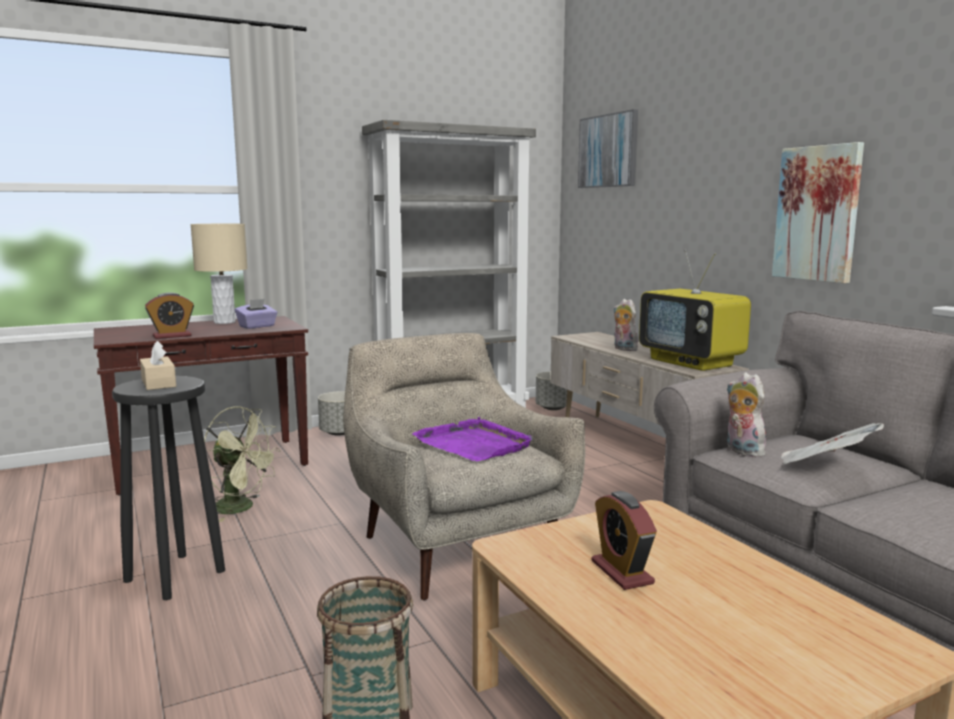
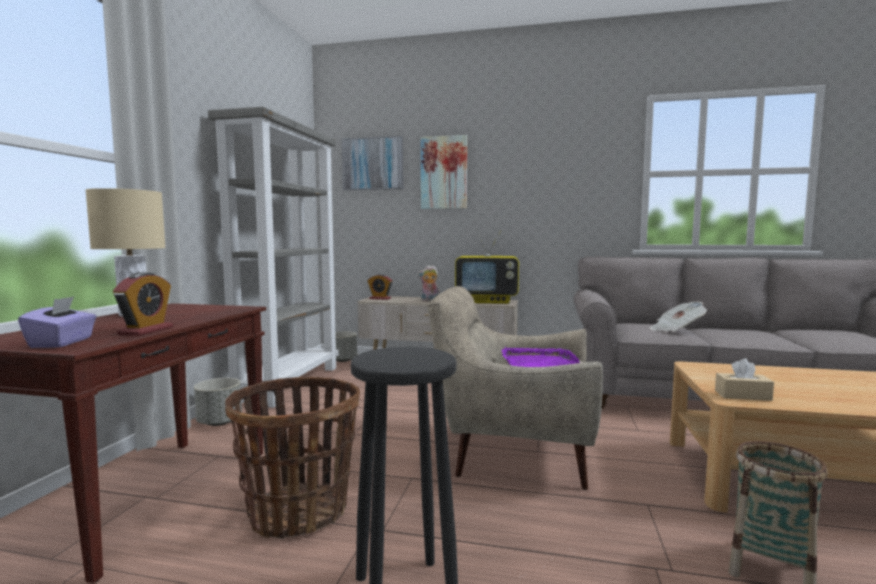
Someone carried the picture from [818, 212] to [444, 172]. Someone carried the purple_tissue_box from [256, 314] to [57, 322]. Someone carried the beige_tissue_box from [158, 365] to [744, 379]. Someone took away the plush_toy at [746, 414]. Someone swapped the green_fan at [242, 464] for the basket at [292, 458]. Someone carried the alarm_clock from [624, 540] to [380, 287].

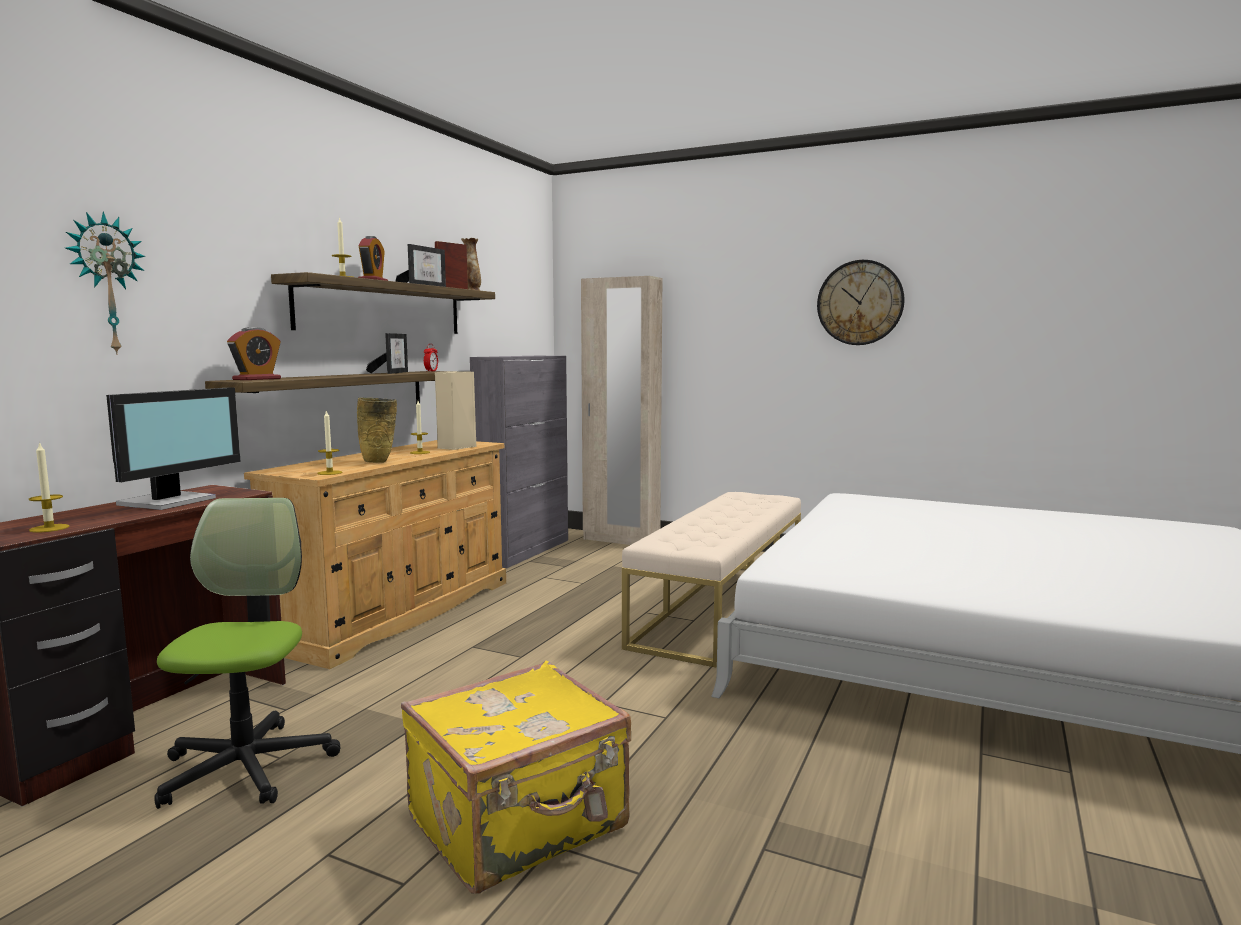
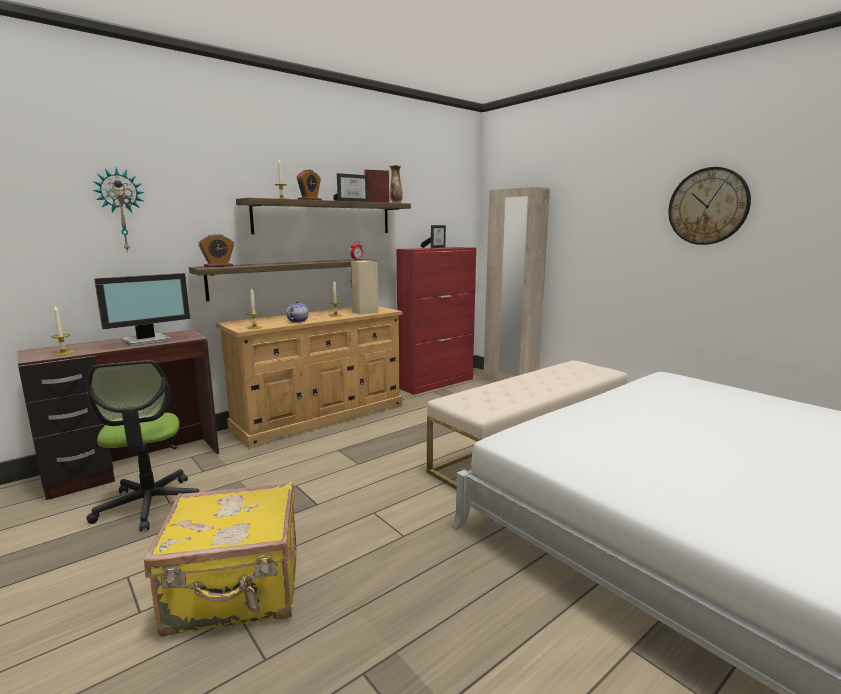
Someone carried the picture_frame from [387, 353] to [433, 236]. Someone repainted the grey_cabinet at [519, 462], which became the red_cabinet at [436, 321]. Someone swapped the beige_vase at [377, 430] for the teapot at [297, 312]. Someone rotated the office_chair at [247, 653] by 135 degrees clockwise.

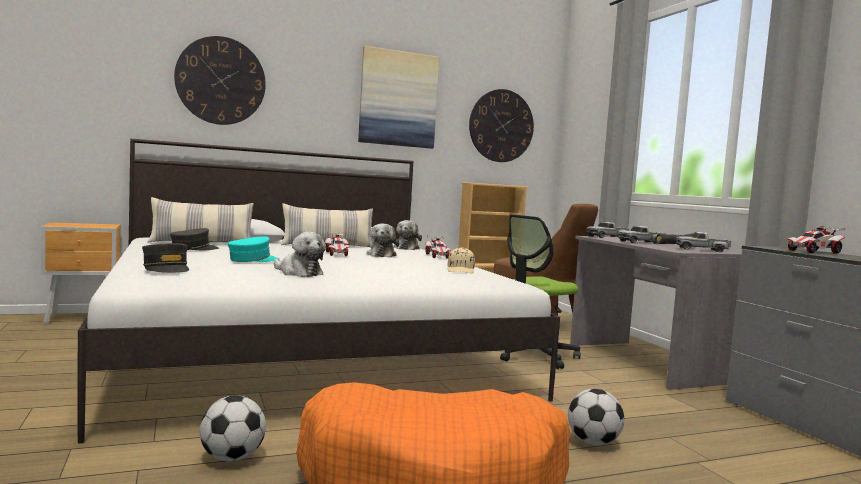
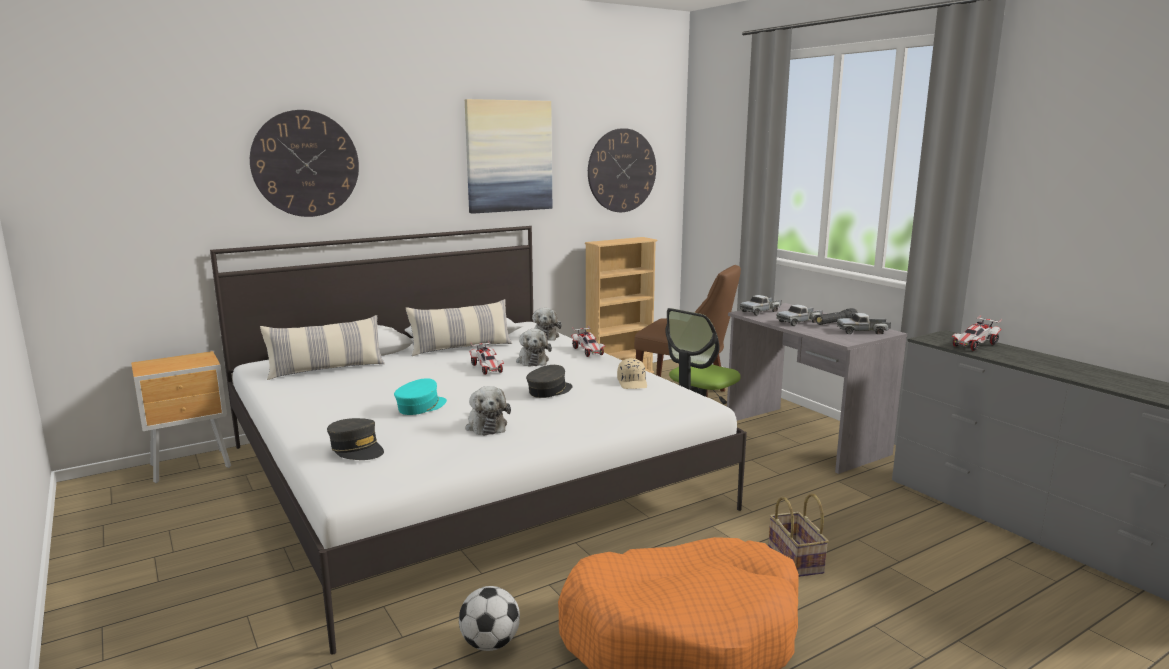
Someone carried the grey_cap from [194, 239] to [549, 381]. Someone rotated the plush_toy at [300, 254] by 45 degrees clockwise. Someone swapped the football at [596, 417] for the basket at [798, 535].

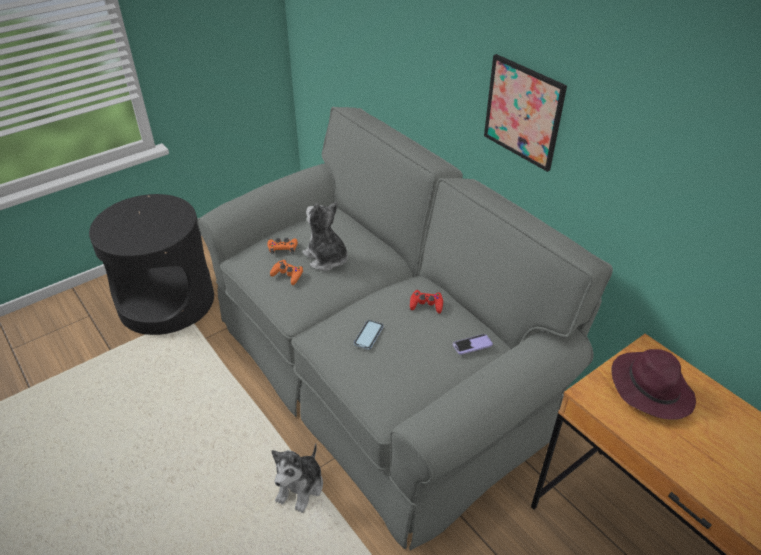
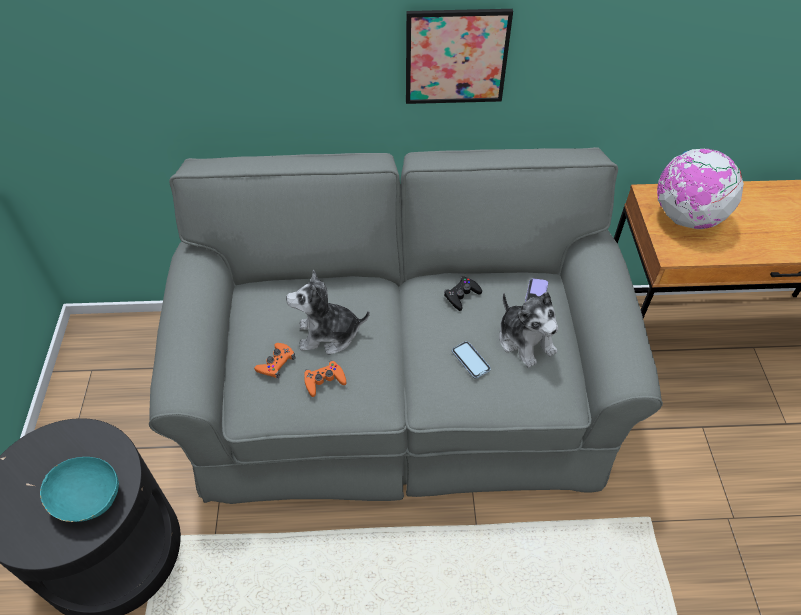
Someone repainted the red_game_controller at [426, 301], which became the black_game_controller at [463, 294]. Someone swapped the purple_hat at [653, 384] for the globe at [700, 189]. Someone carried the plush_toy from [297, 478] to [528, 330]. Someone put down the turquoise_bowl at [79, 489].

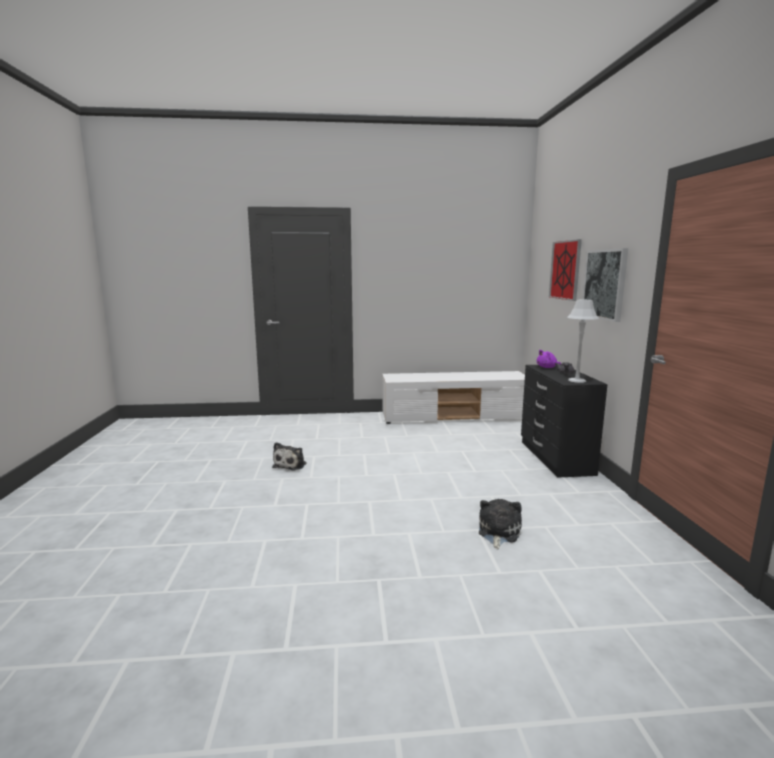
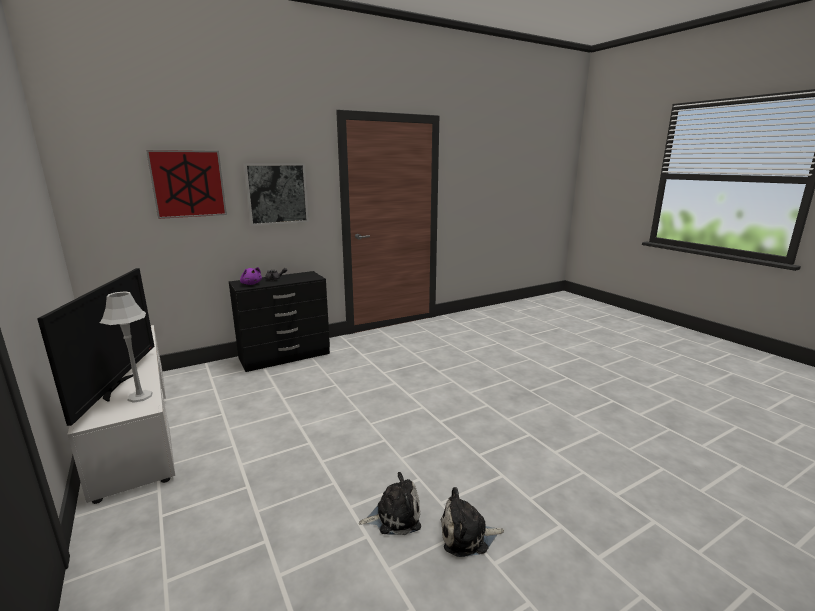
Someone carried the grey_table_lamp from [583, 341] to [126, 347]. Someone carried the plush_toy from [500, 524] to [472, 522]. Someone put down the television at [95, 347].

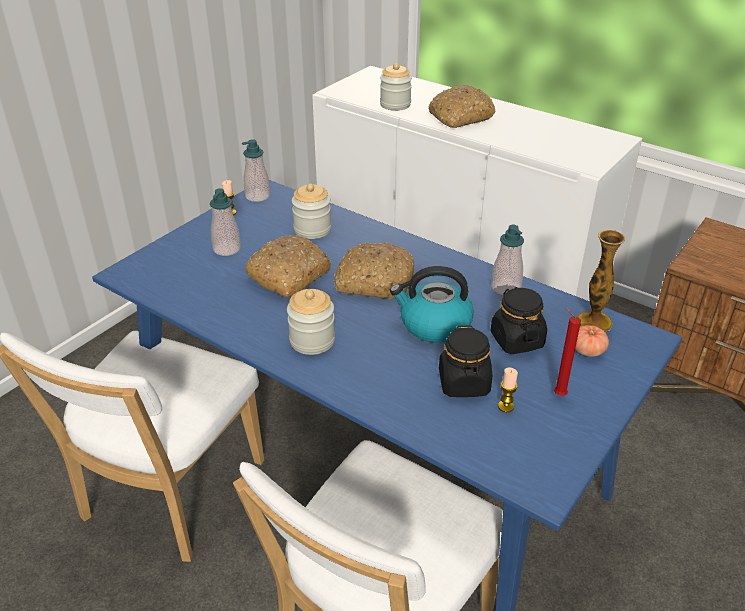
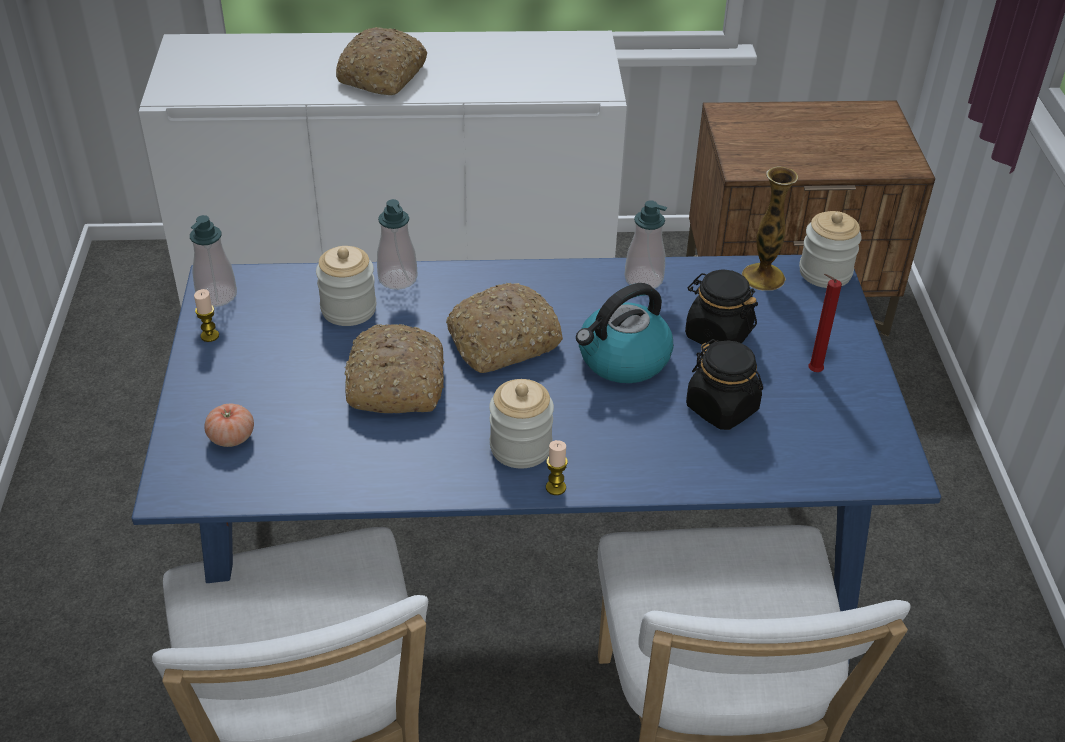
Someone carried the jar from [396, 87] to [830, 249]. Someone carried the soap_dispenser from [225, 222] to [397, 244]. Someone carried the tomato from [592, 341] to [229, 425]. Someone carried the candle from [508, 390] to [557, 467].

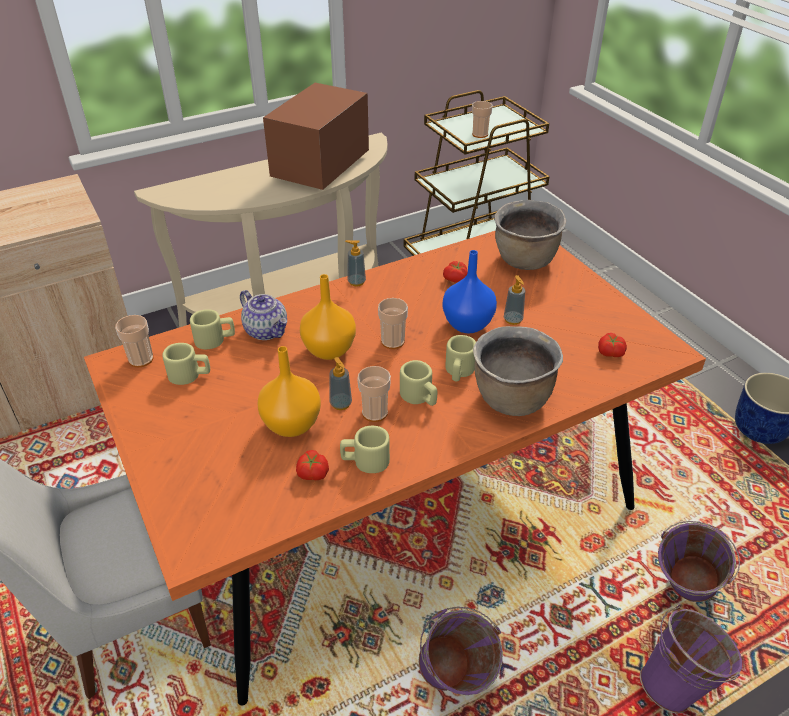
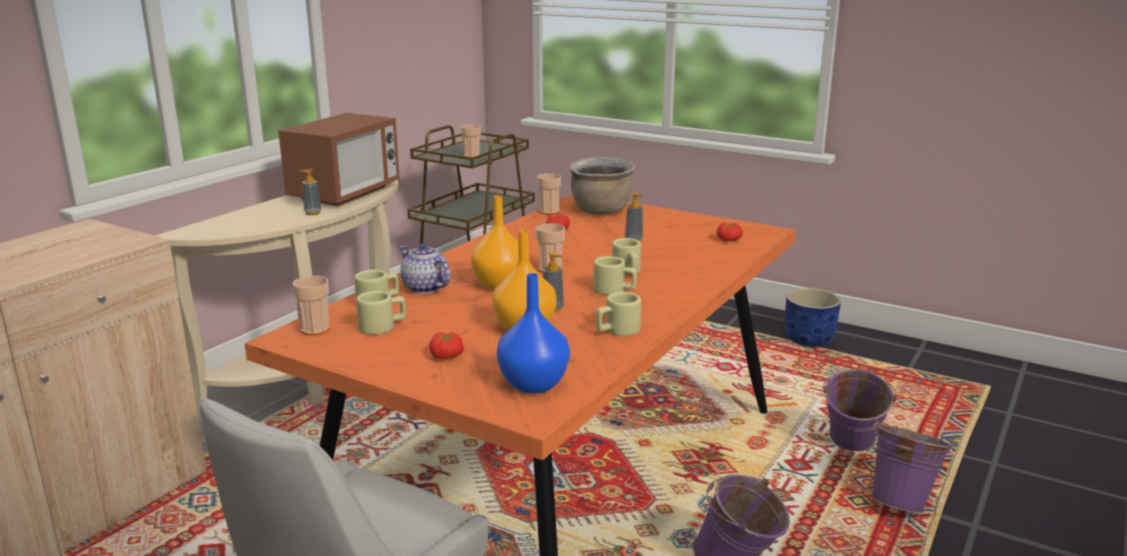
Someone rotated the microwave at [316, 136] by 150 degrees counterclockwise. Someone carried the soap_dispenser from [355, 263] to [310, 192]. Someone carried the blue_vase from [470, 291] to [533, 333]. Someone rotated the teapot at [263, 315] by 150 degrees counterclockwise. Someone took away the brown_cooking_pot at [518, 371]. Someone carried the cup from [374, 394] to [549, 194]. Someone carried the tomato from [312, 465] to [446, 346].

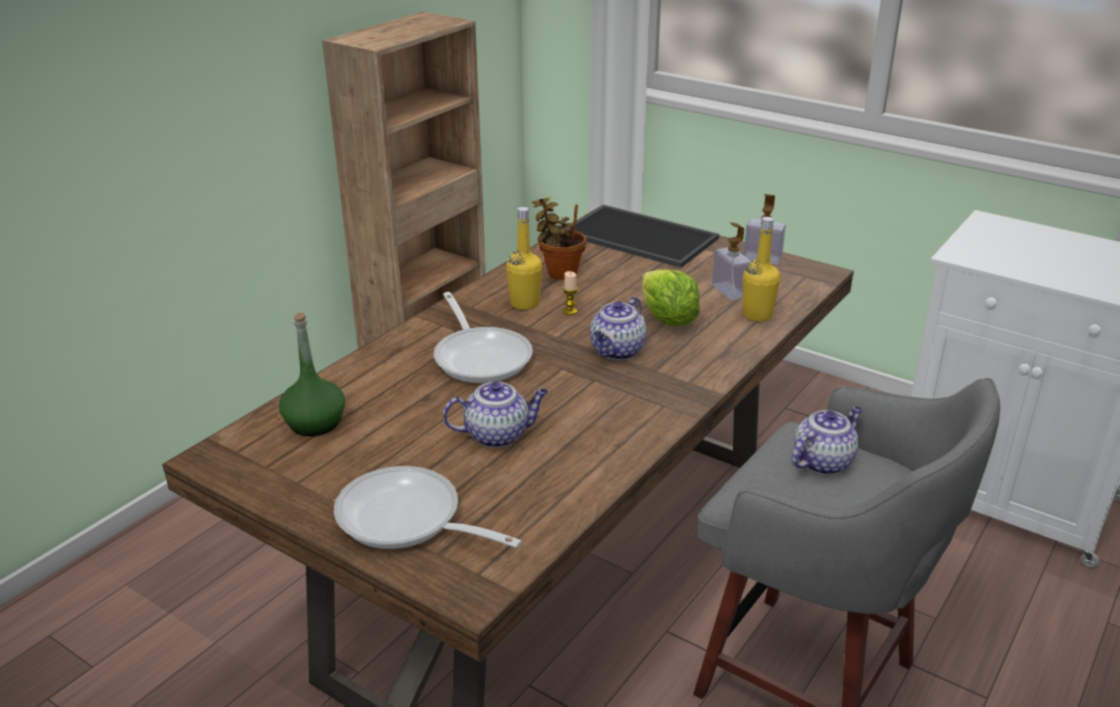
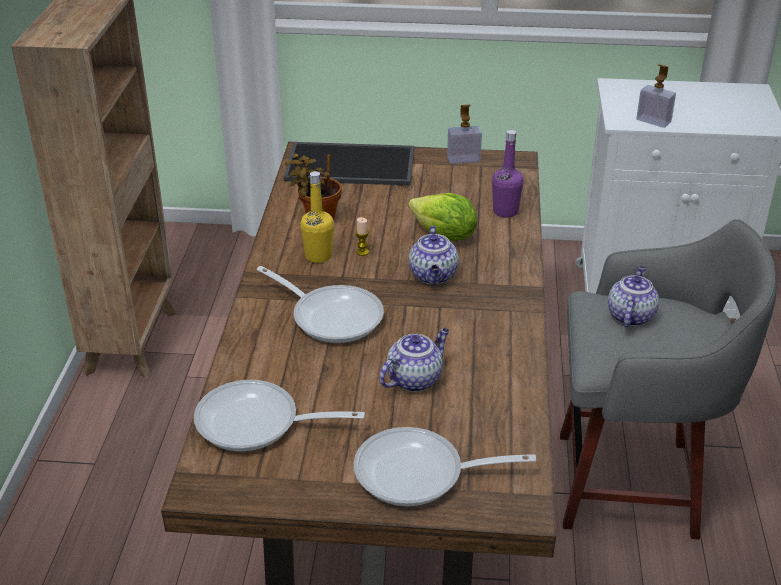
Someone repainted the yellow_bottle at [761, 269], which became the purple_bottle at [508, 174]. Someone carried the soap_dispenser from [731, 261] to [656, 96]. Someone swapped the green_bottle at [312, 374] for the frying_pan at [279, 416].

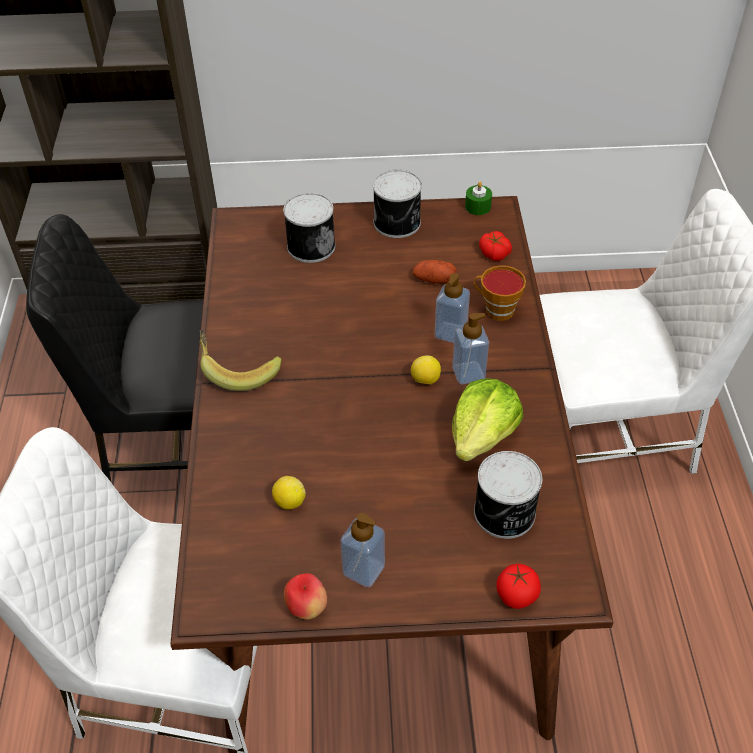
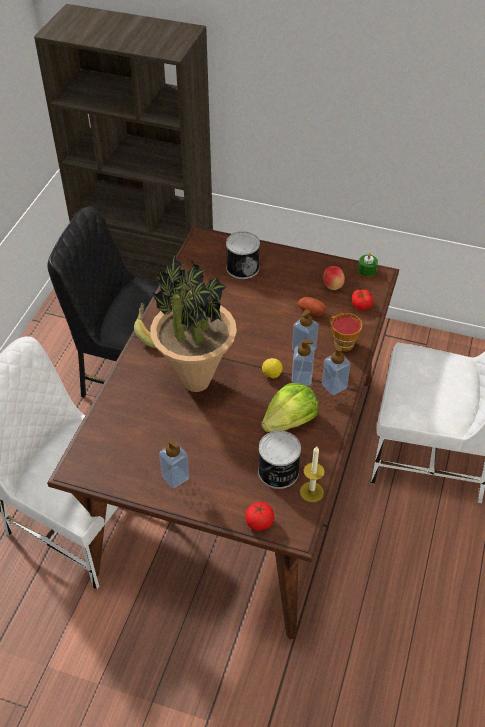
Someone took away the can at [397, 204]. Someone took away the lemon at [289, 493]. Someone carried the apple from [305, 596] to [334, 278]. Someone put down the potted_plant at [193, 323]. Someone put down the soap_dispenser at [336, 369]. Someone put down the candle at [312, 474].

